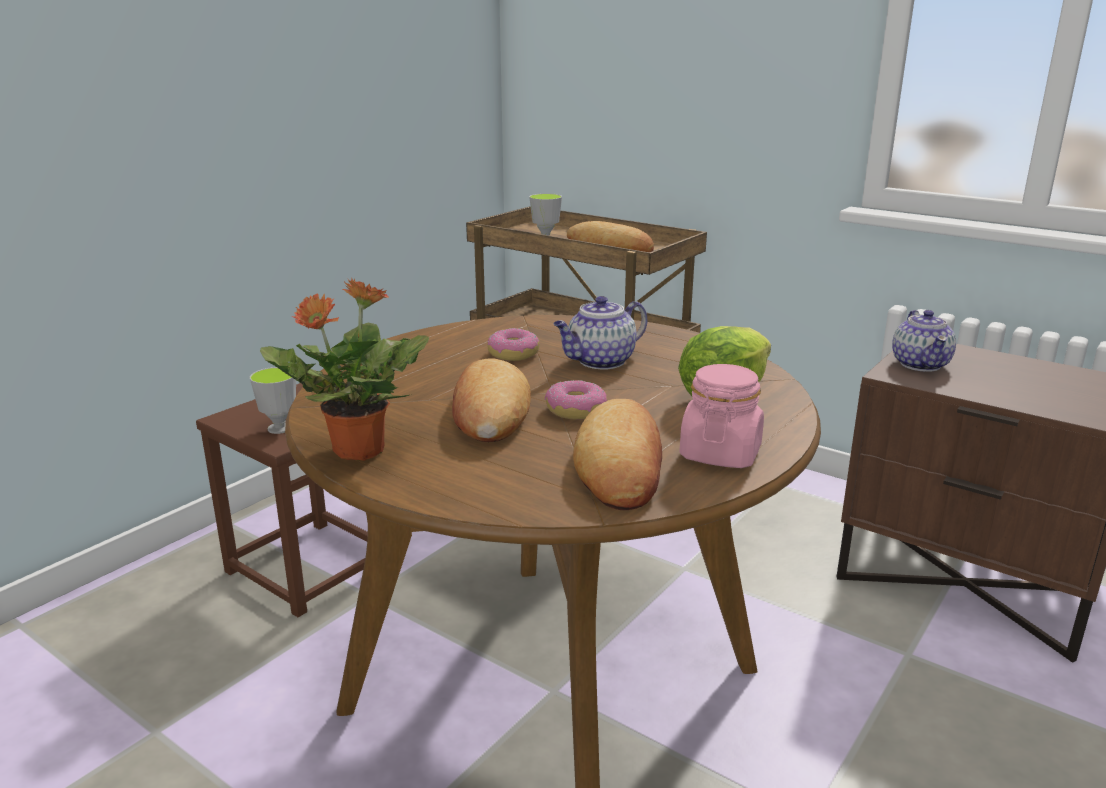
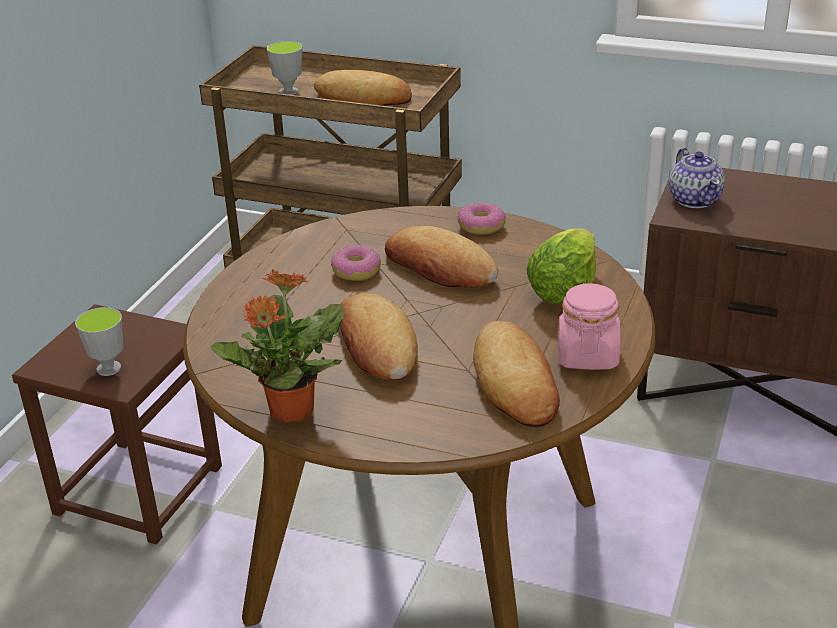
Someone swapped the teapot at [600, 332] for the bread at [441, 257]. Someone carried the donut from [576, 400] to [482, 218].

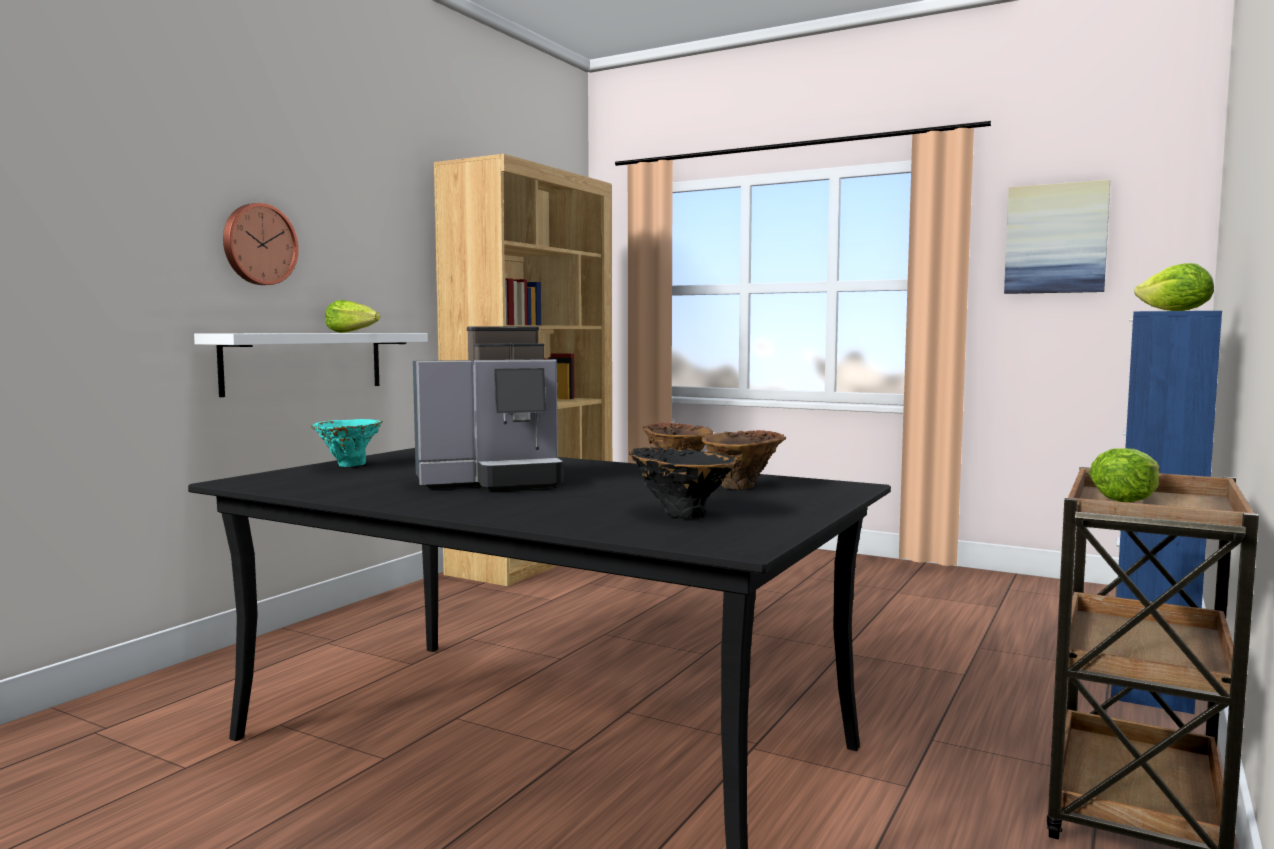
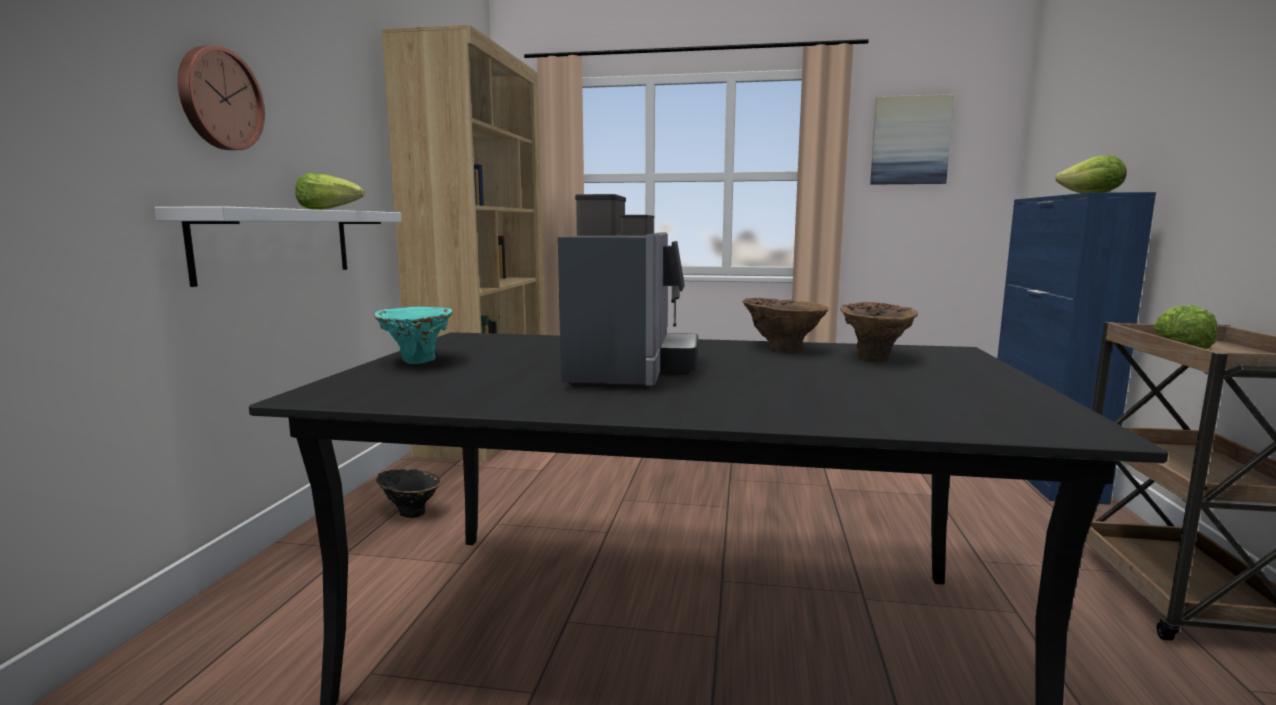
Someone rotated the coffee_machine at [488, 408] by 45 degrees counterclockwise. Someone carried the black_vase from [682, 483] to [408, 493].

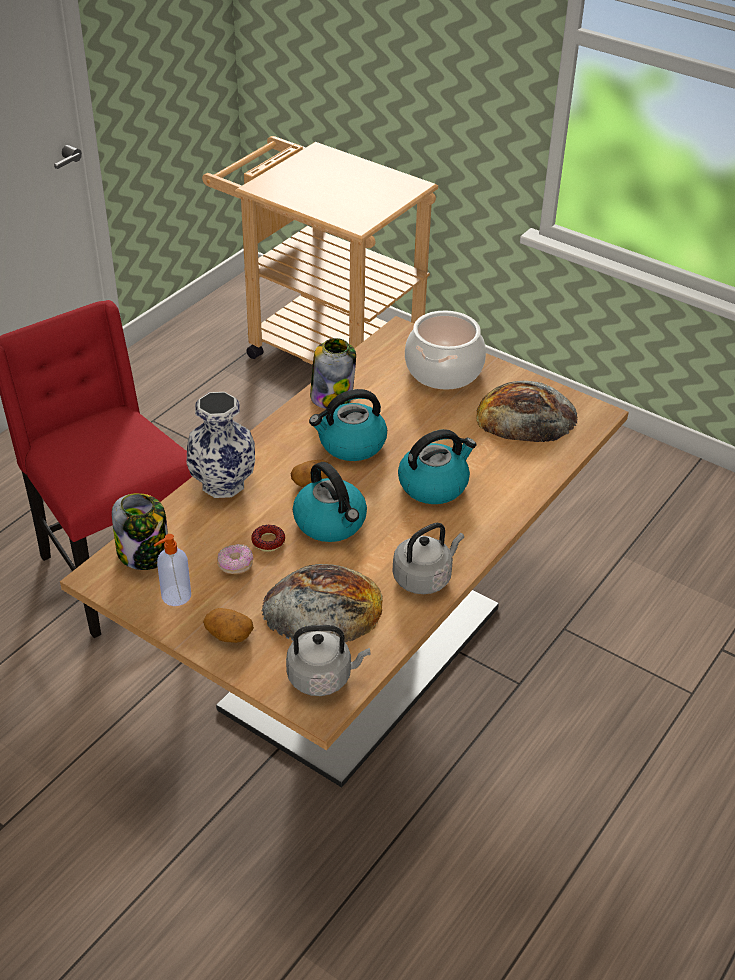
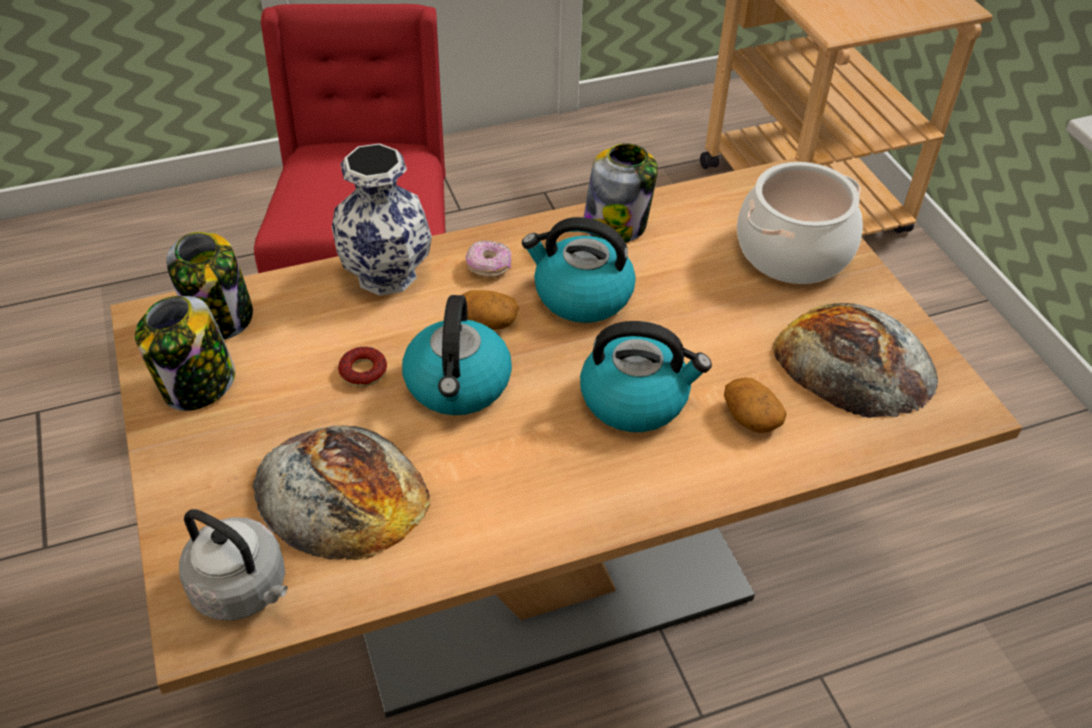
Someone took away the grey_kettle at [428, 558]. Someone swapped the soap_dispenser at [172, 570] for the jar at [185, 353]. Someone carried the donut from [235, 559] to [489, 259]. Someone carried the potato from [228, 625] to [755, 405].

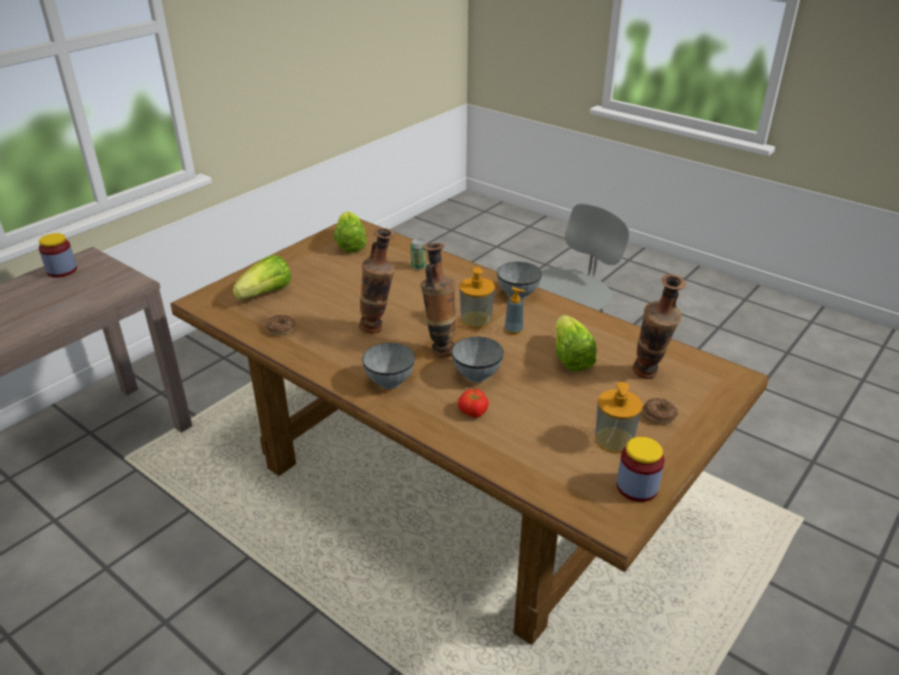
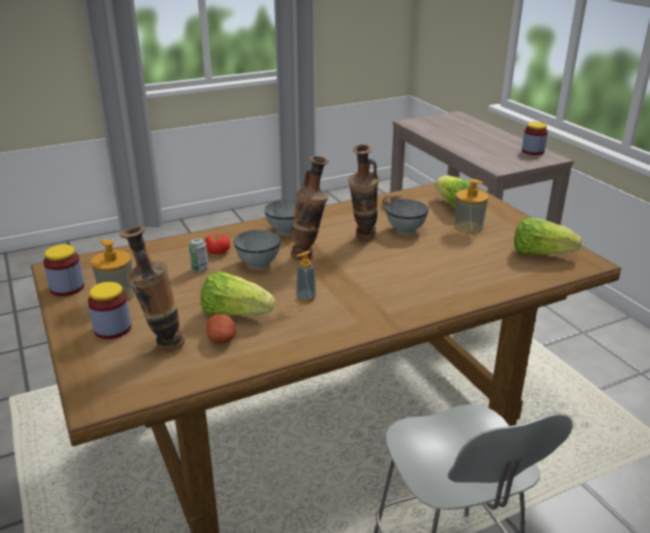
Someone carried the can from [418, 254] to [198, 255]. Someone carried the grey_bowl from [519, 280] to [407, 216]. Someone carried the soap_dispenser from [477, 297] to [472, 206]. Someone swapped the donut at [660, 410] for the jar at [109, 310]. Someone put down the potato at [221, 329].

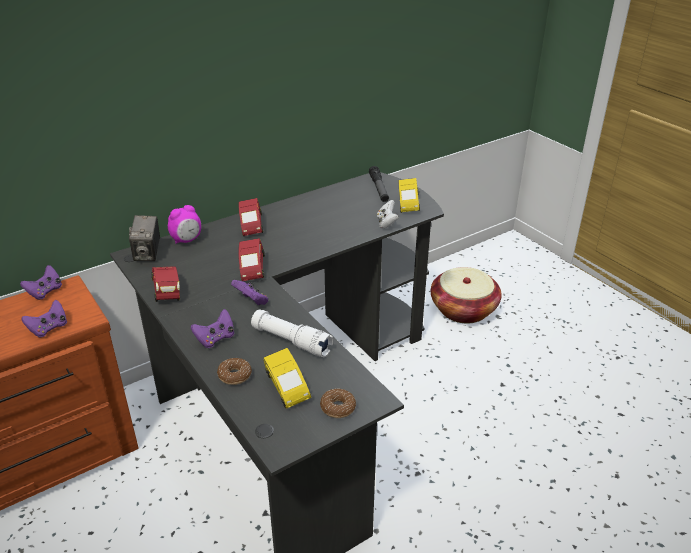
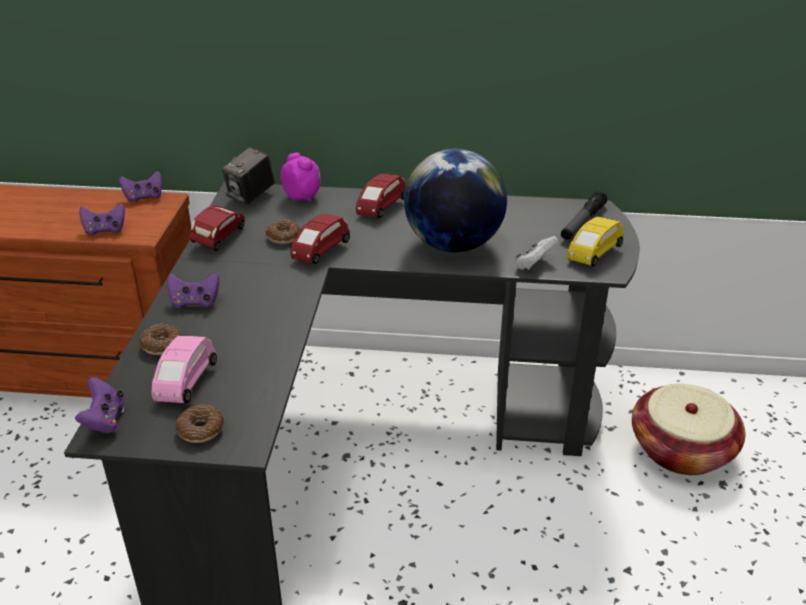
Someone rotated the alarm_clock at [184, 224] by 135 degrees counterclockwise. Someone carried the purple_game_controller from [249, 293] to [99, 405]. Someone took away the white_flashlight at [292, 333]. Someone repainted the yellow_toy_car at [287, 378], which became the pink_toy_car at [184, 369]. Someone put down the globe at [455, 200]. Someone put down the donut at [283, 232].

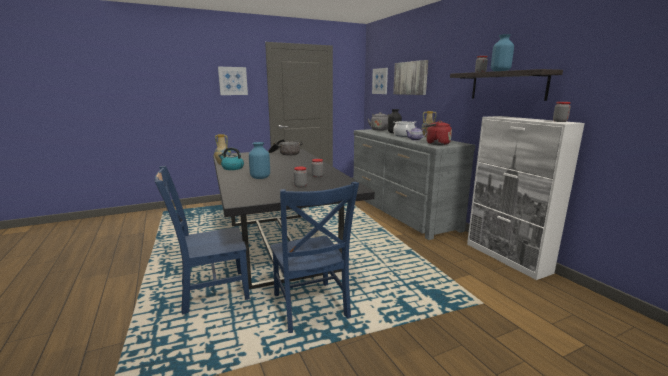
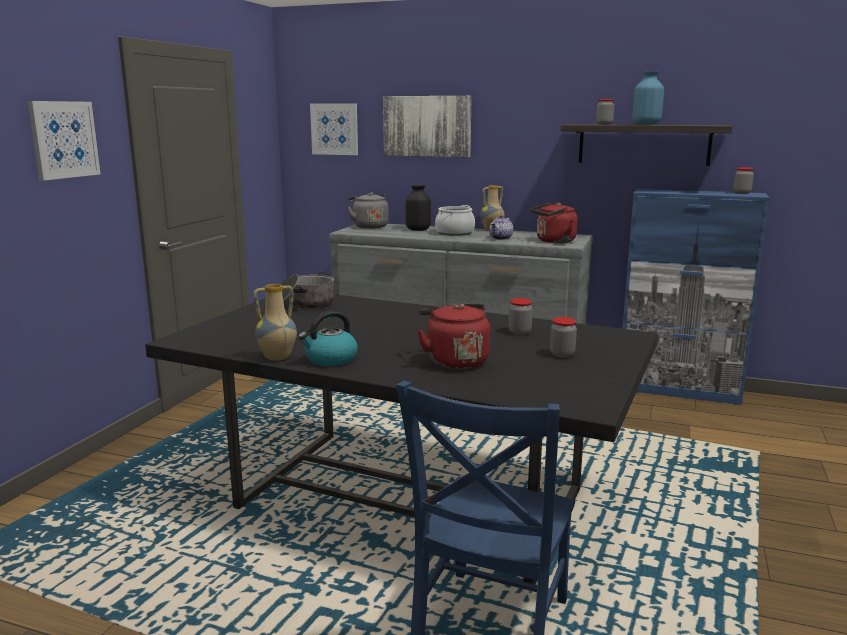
Someone repainted the white_cabinet at [526, 198], which became the blue_cabinet at [696, 297]. Someone swapped the blue_vase at [259, 160] for the red_kettle at [453, 336]. Someone took away the blue_chair at [314, 257].

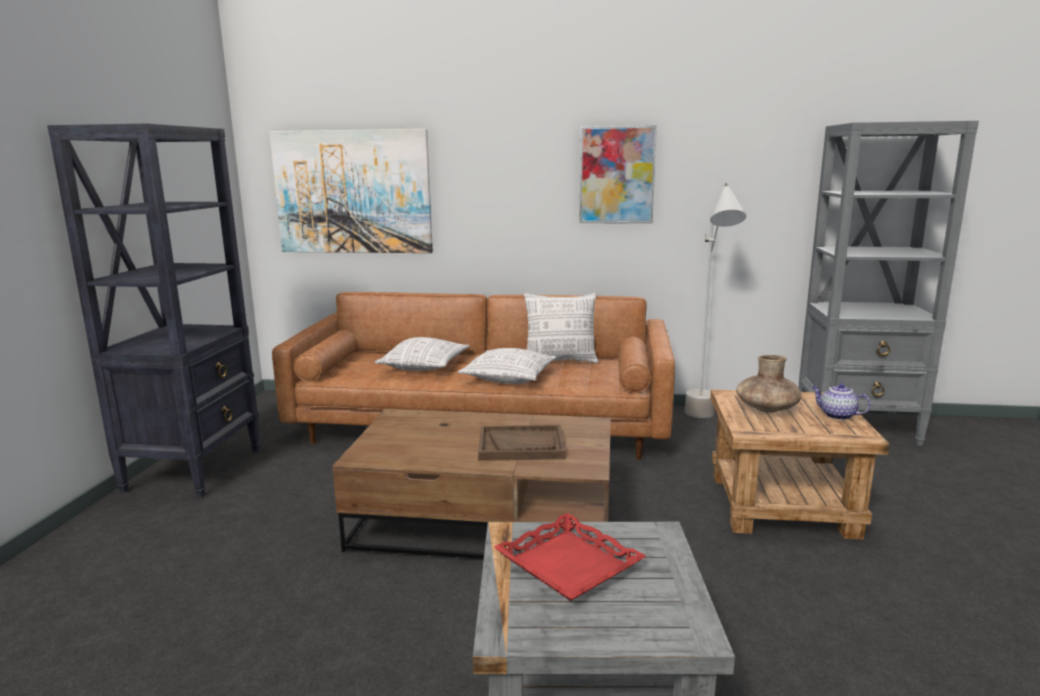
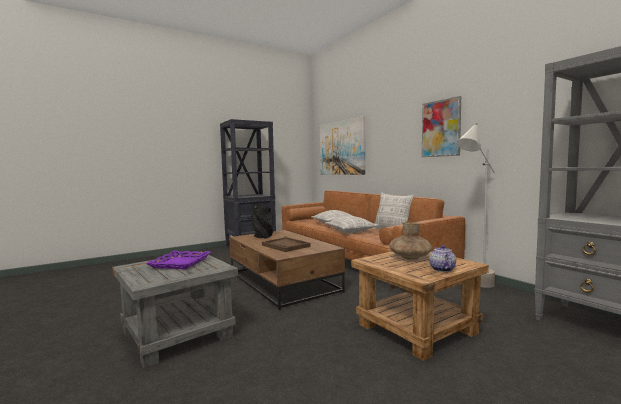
Someone repainted the red_tray at [570, 557], which became the purple_tray at [178, 259]. Someone put down the black_vase at [262, 222].

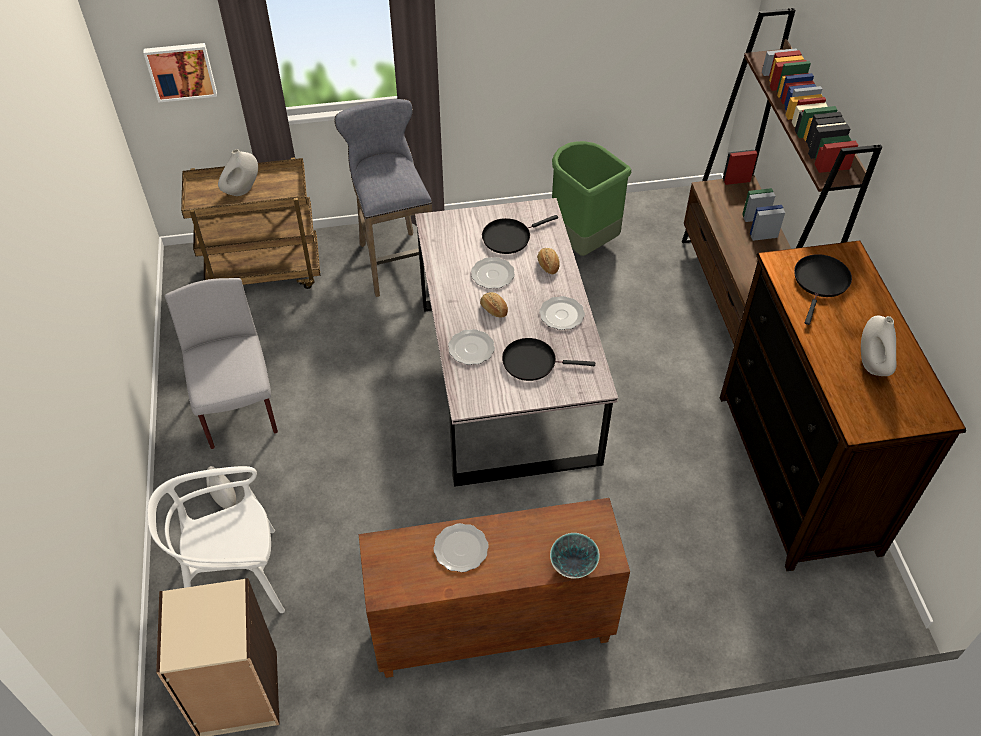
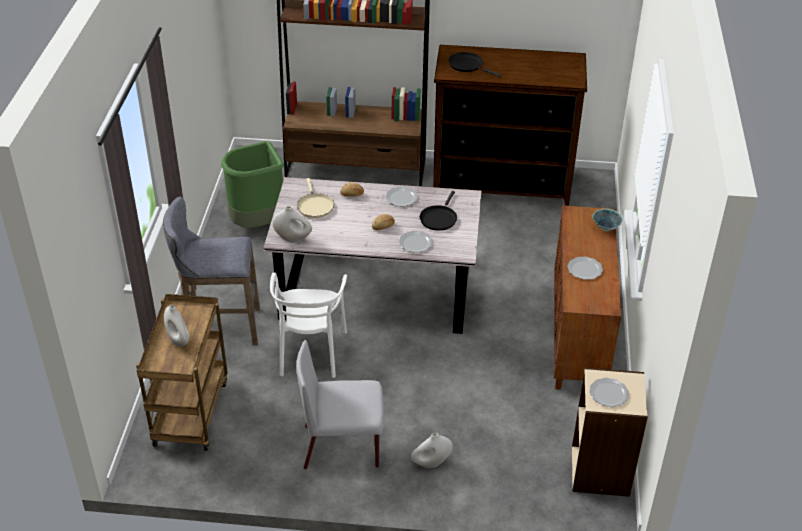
Someone took away the picture at [180, 73]. Someone repainted the black_frying_pan at [520, 234], which became the beige_frying_pan at [315, 198]. Someone carried the plate from [493, 273] to [609, 392]. Someone carried the white_vase from [878, 345] to [292, 224]. Someone carried the white_chair from [216, 539] to [308, 325].

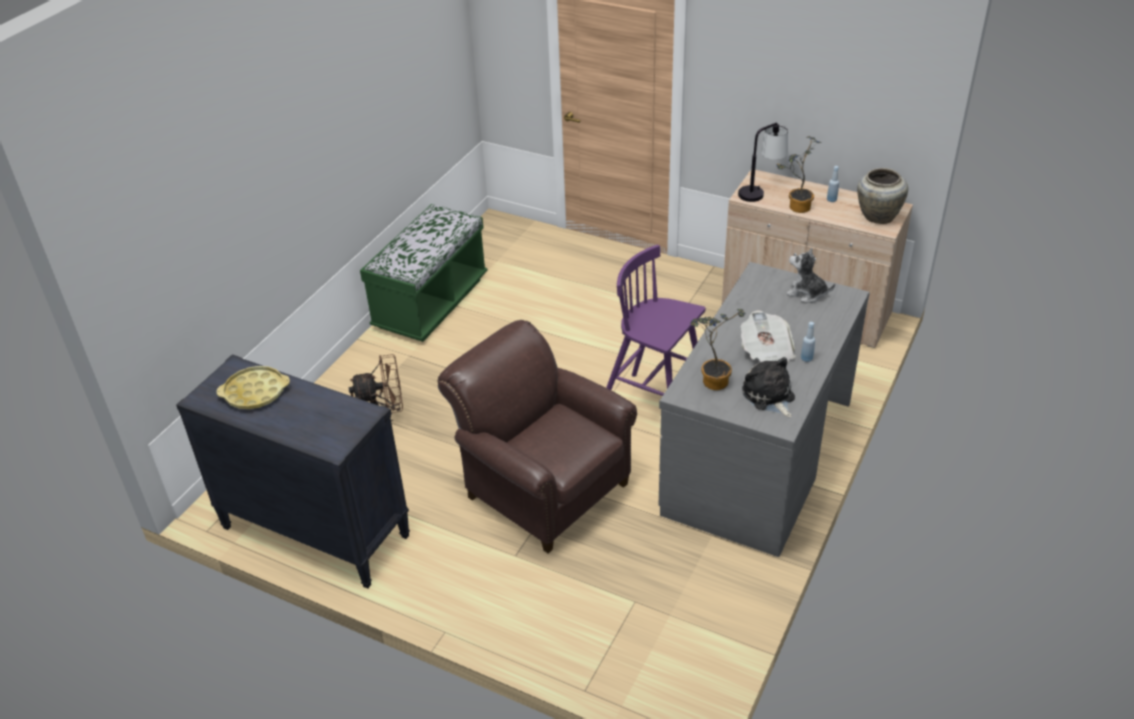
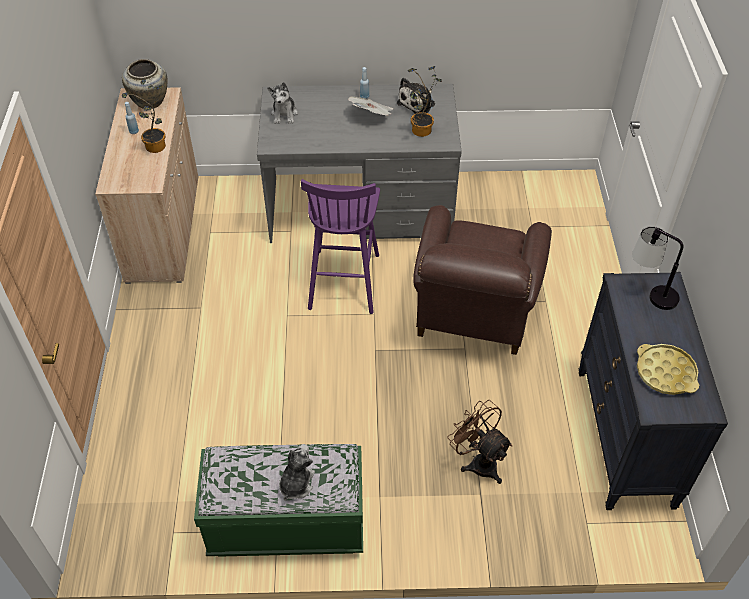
Someone carried the table_lamp from [763, 162] to [658, 268]. Someone put down the plush_toy at [297, 472].

